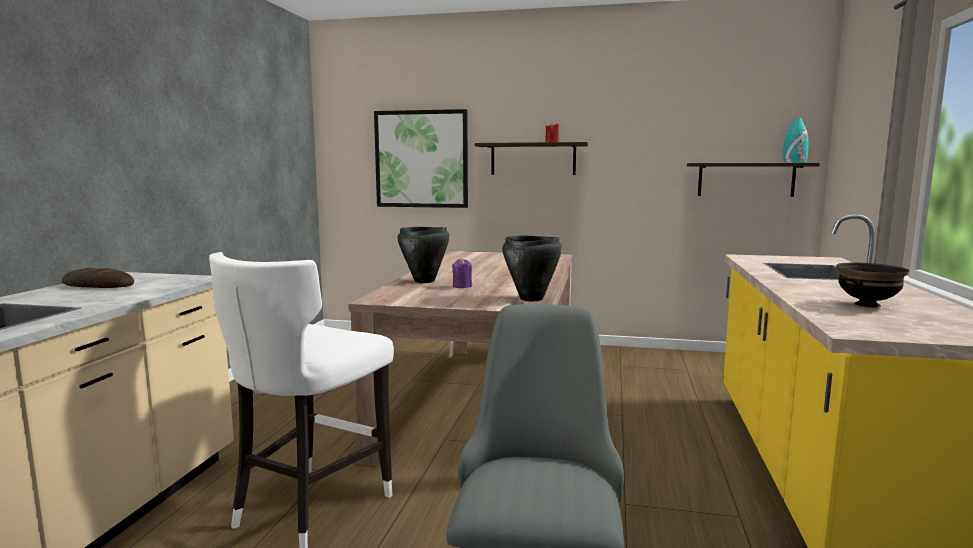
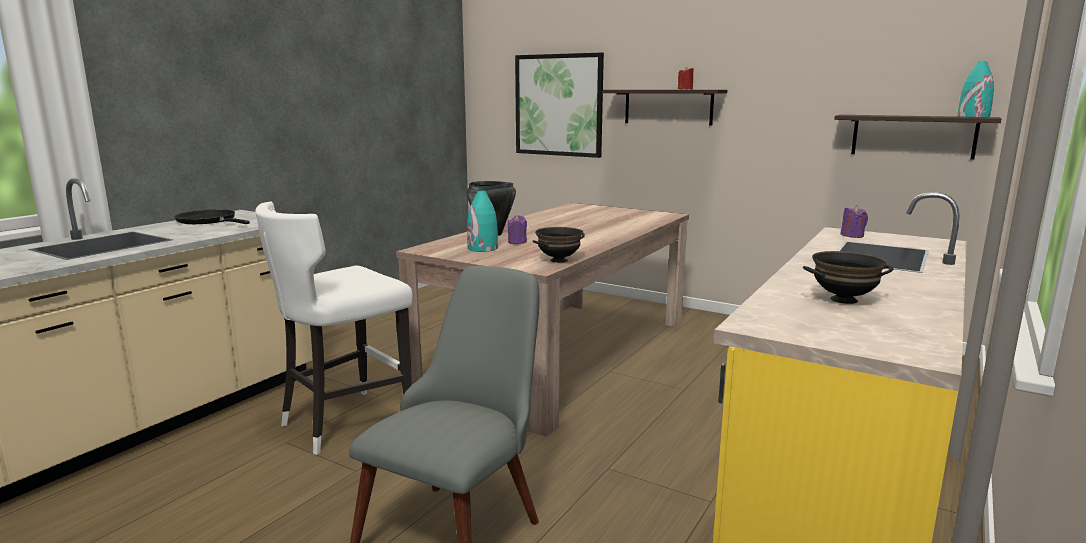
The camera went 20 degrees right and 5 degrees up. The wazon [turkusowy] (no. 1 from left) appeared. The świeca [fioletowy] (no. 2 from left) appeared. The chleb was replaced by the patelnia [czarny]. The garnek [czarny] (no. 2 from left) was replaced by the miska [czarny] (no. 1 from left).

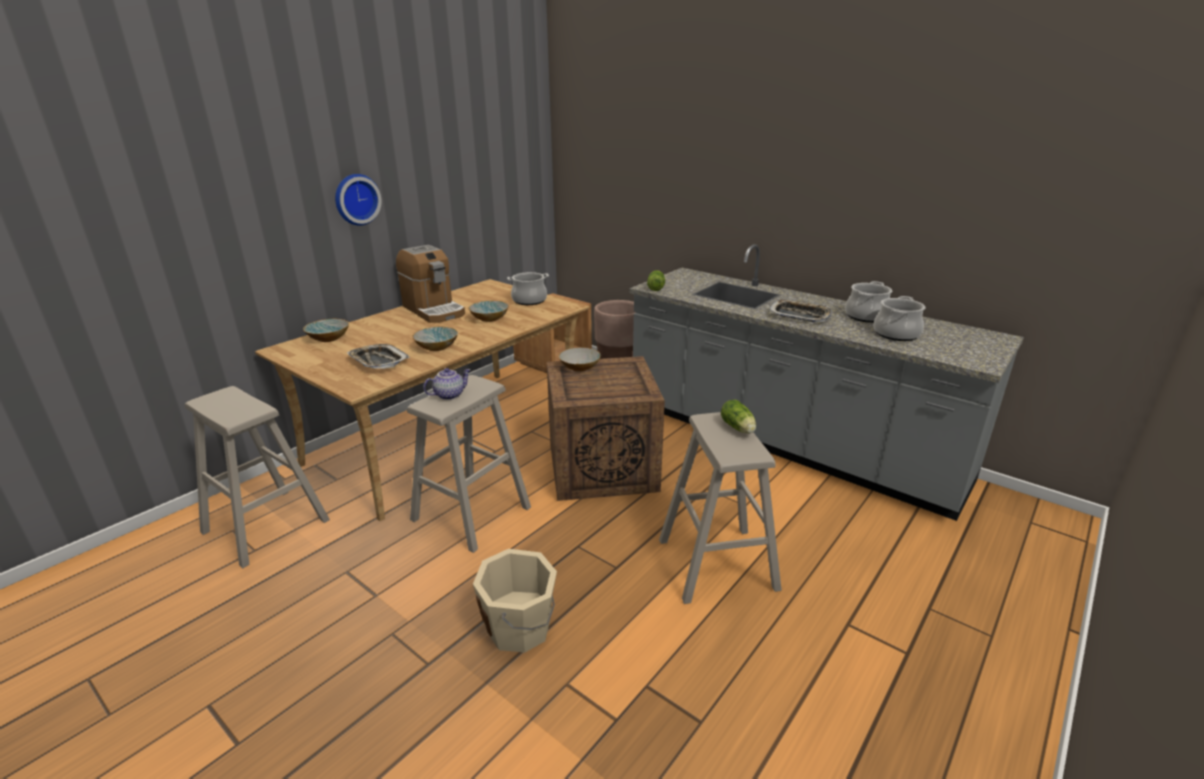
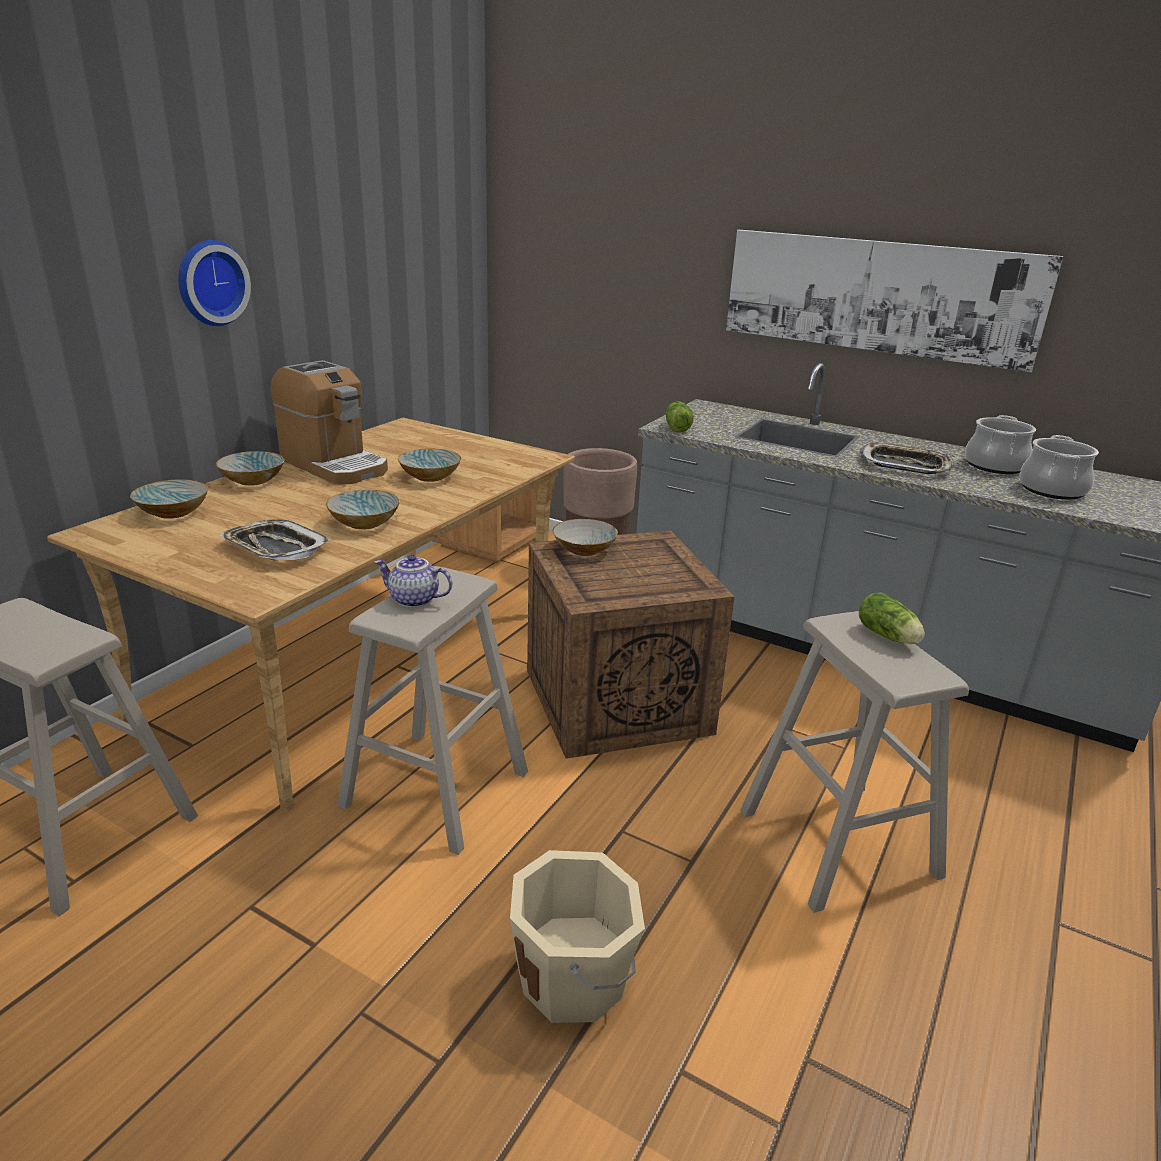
The camera went 10 degrees left and 0 degrees up. The garnek (no. 1 from left) disappeared. The miska (no. 2 from left) appeared. The obraz appeared. The imbryk turned 120 degrees counterclockwise.

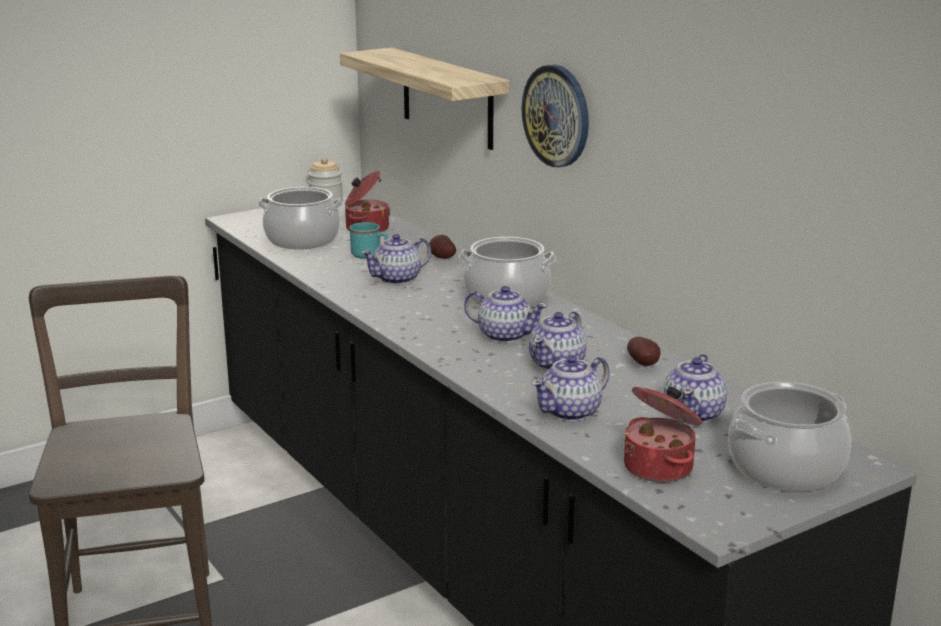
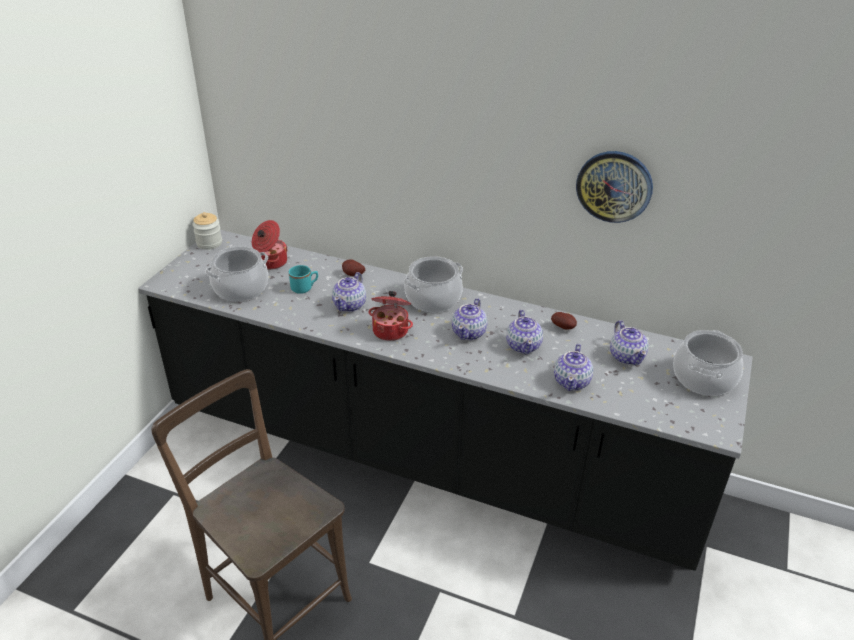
The camera went 35 degrees left and 15 degrees up. The półka disappeared. The zegar ścienny moved. The garnek (no. 4 from left in the first image) moved. The imbryk (no. 2 from left) turned 120 degrees clockwise.

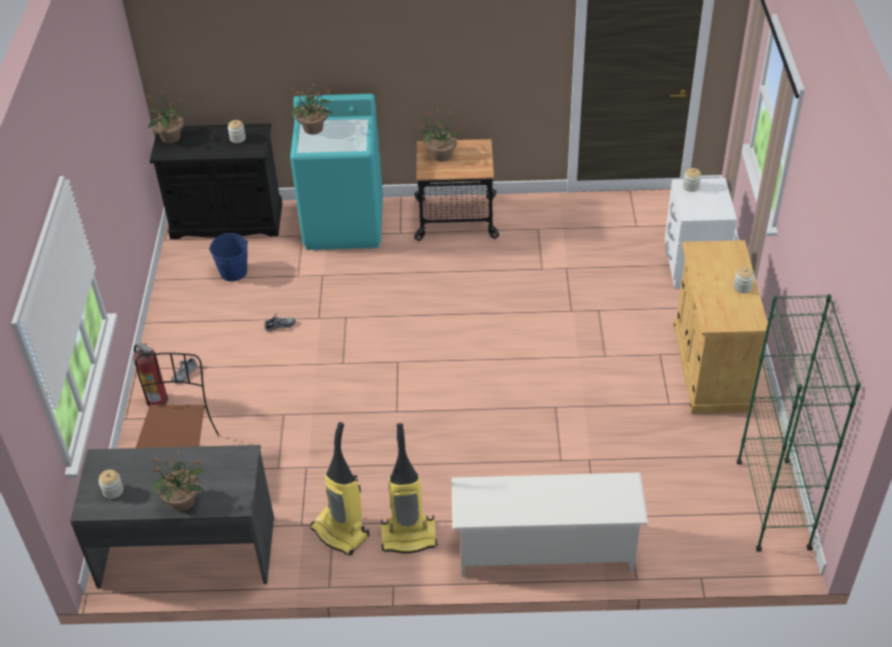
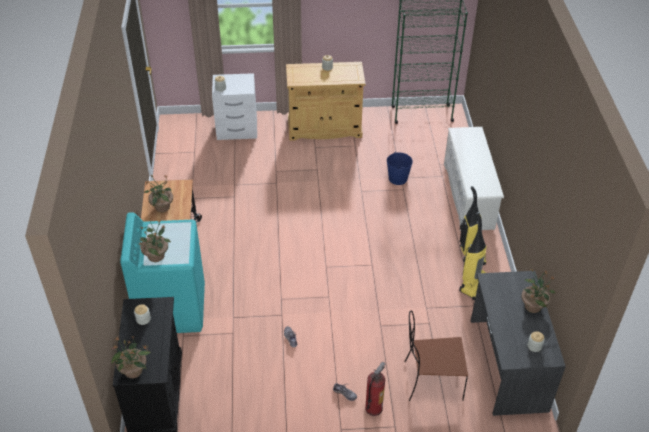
The camera went 95 degrees left and 0 degrees up. The wiadro [niebieski] moved.

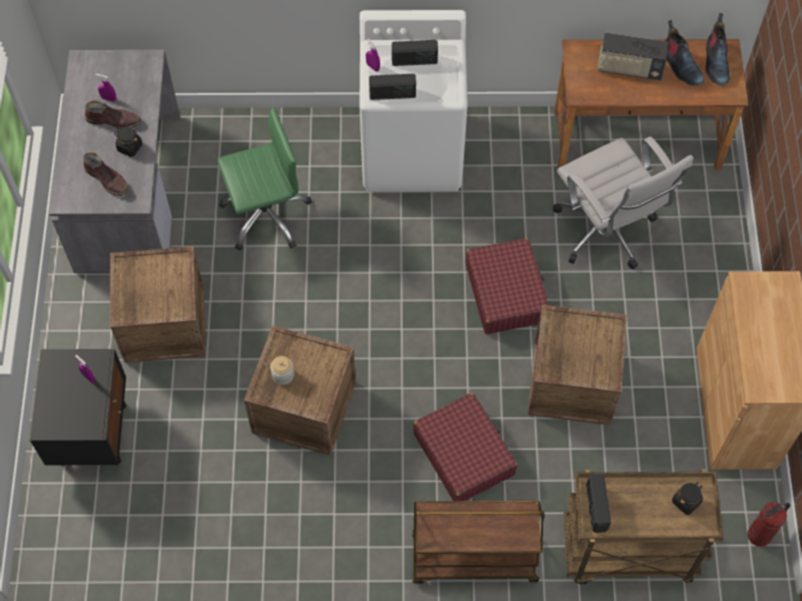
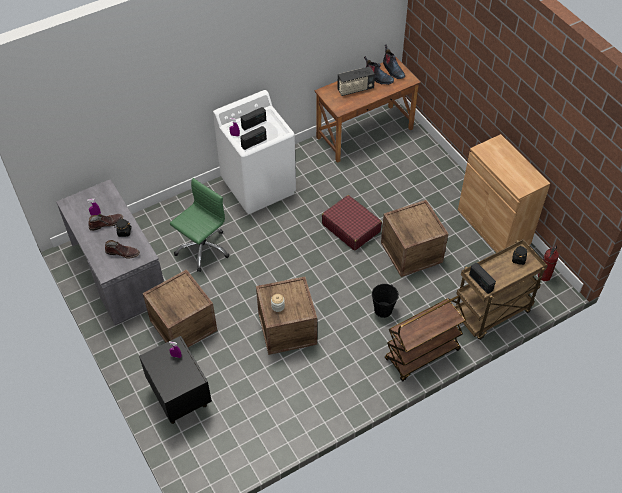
The camera went 30 degrees left and 10 degrees down. The krzesło biurowe [biały] disappeared. The walizka [czerwony] (no. 1 from left) was replaced by the wiadro [czarny].

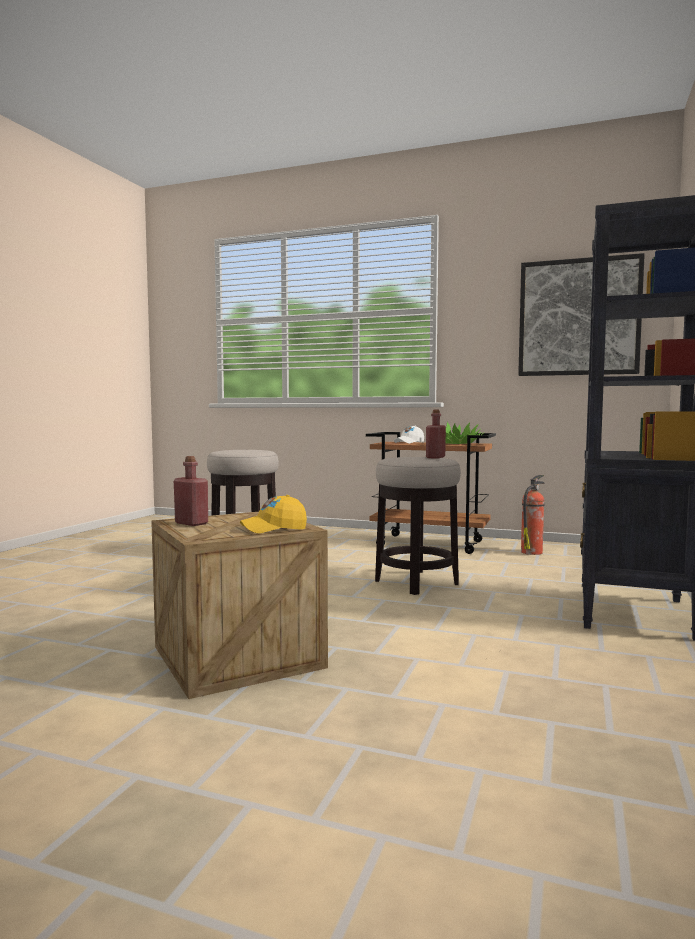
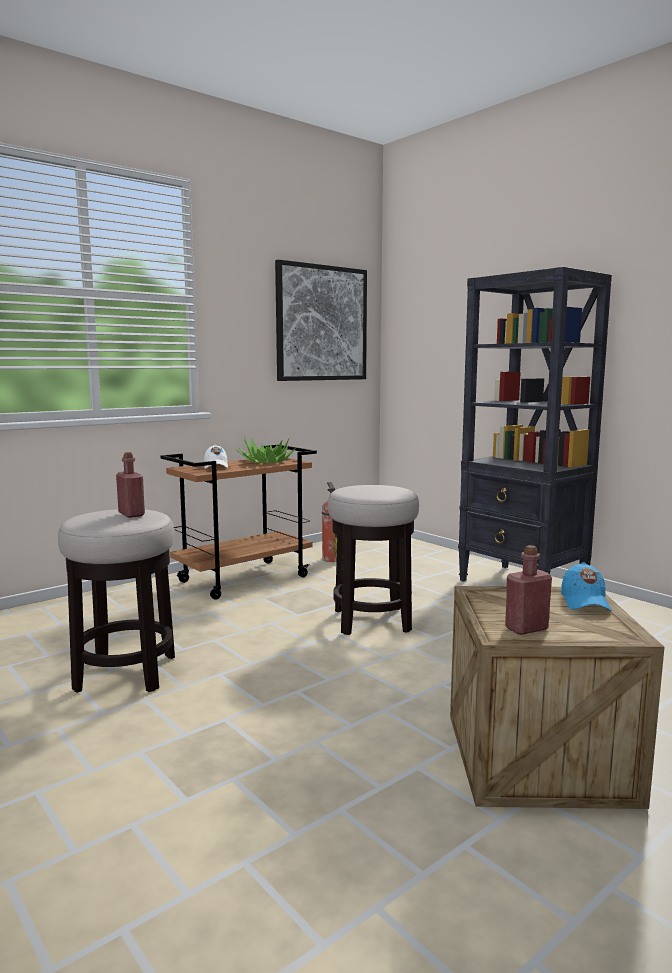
The camera went 60 degrees left and 5 degrees up. The butelka [czerwony] (no. 2 from left in the first image) moved. The czapka z daszkiem [żółty] became the czapka z daszkiem [niebieski].

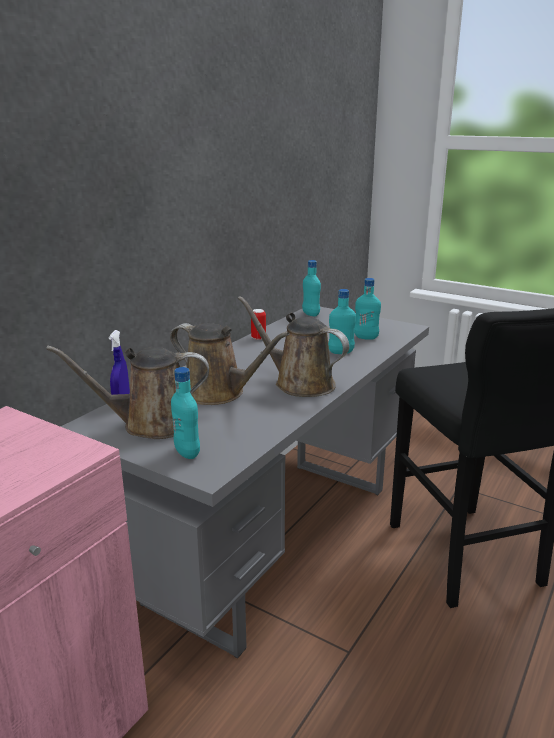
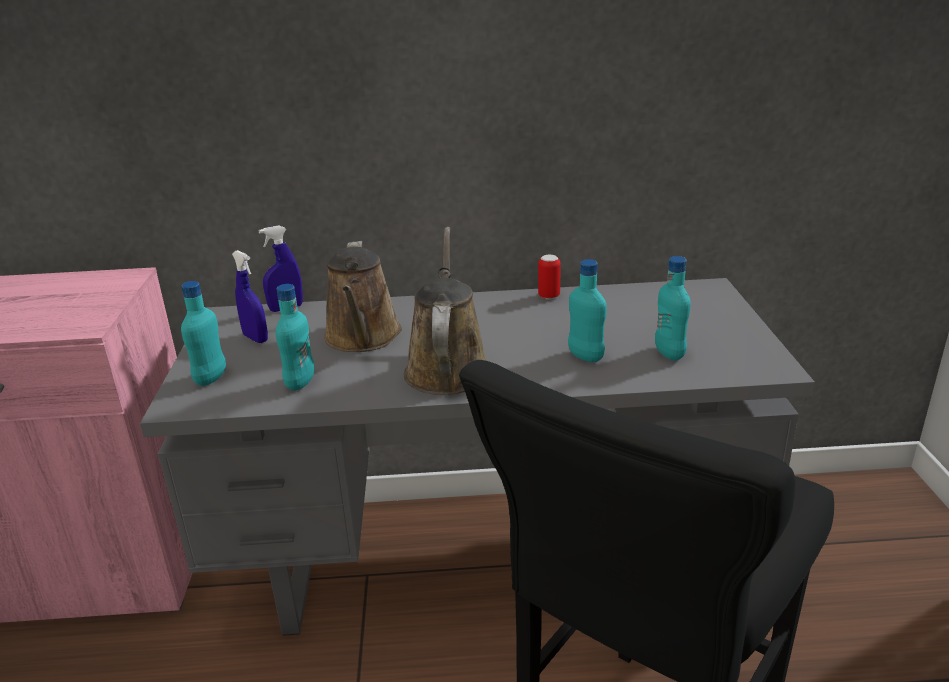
The camera went 55 degrees right and 5 degrees up. The butelka [turkusowy] (no. 2 from left) moved. The konewka [brązowy] (no. 1 from left) was replaced by the spryskiwacz [niebieski] (no. 1 from left).

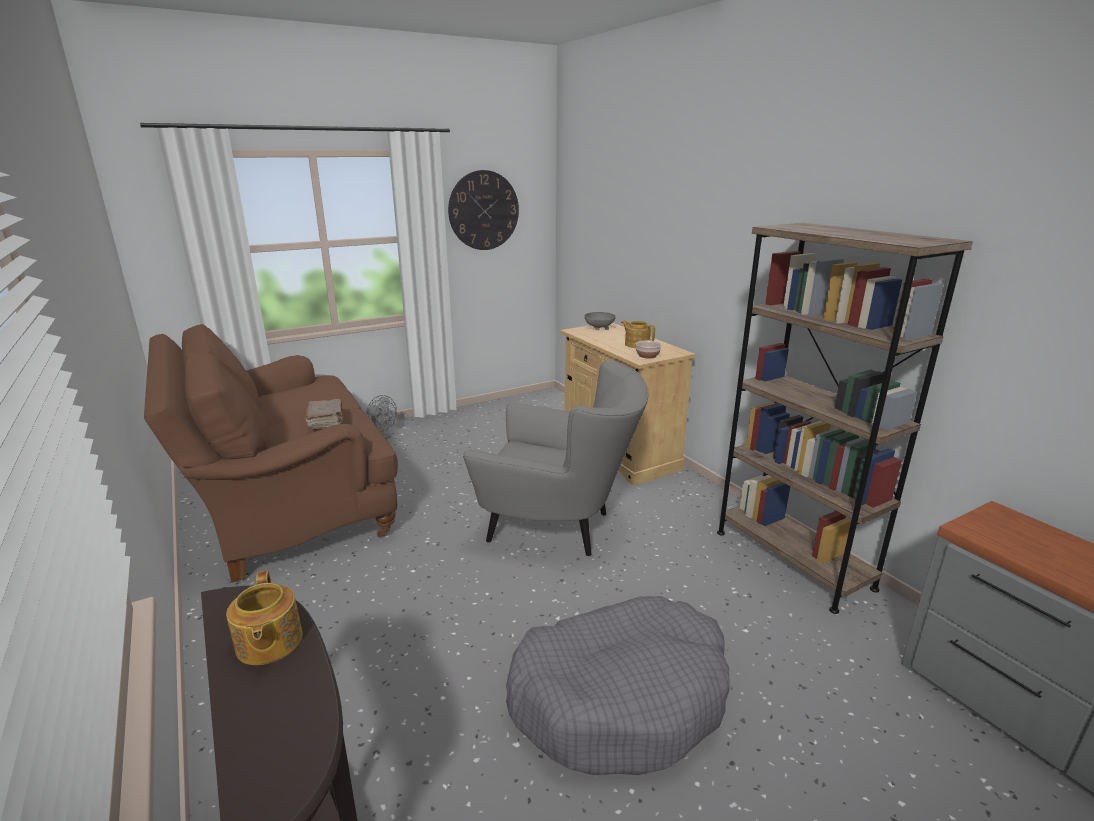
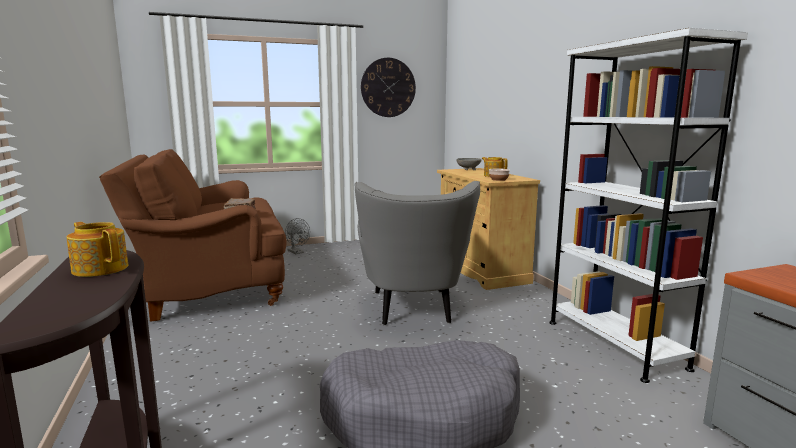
The camera went 10 degrees right and 10 degrees down. The regał [brązowy] became the regał [biały]. The imbryk (no. 1 from left) turned 135 degrees clockwise. The fotel [szary] turned 60 degrees clockwise.

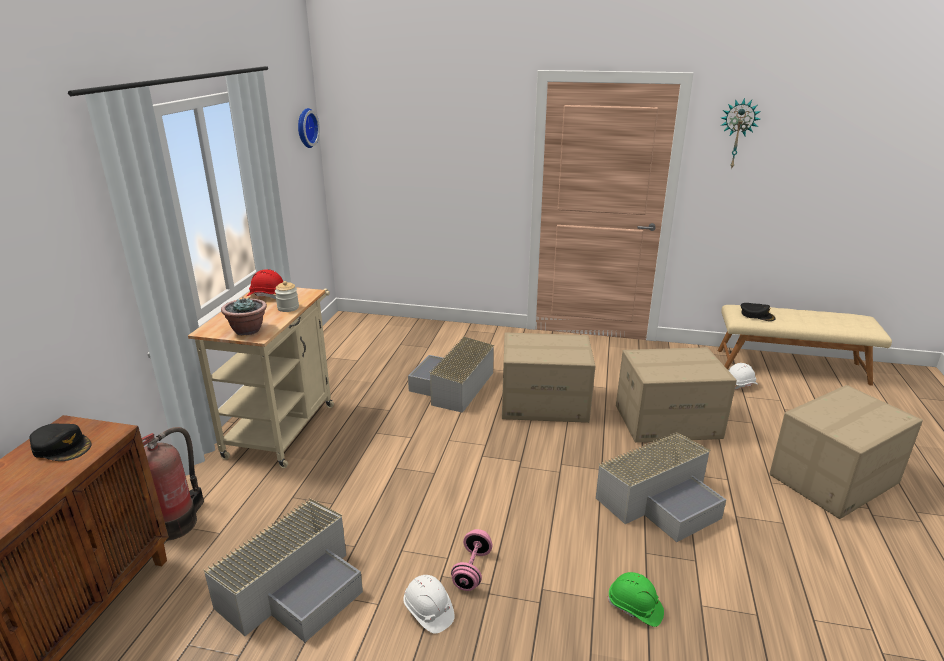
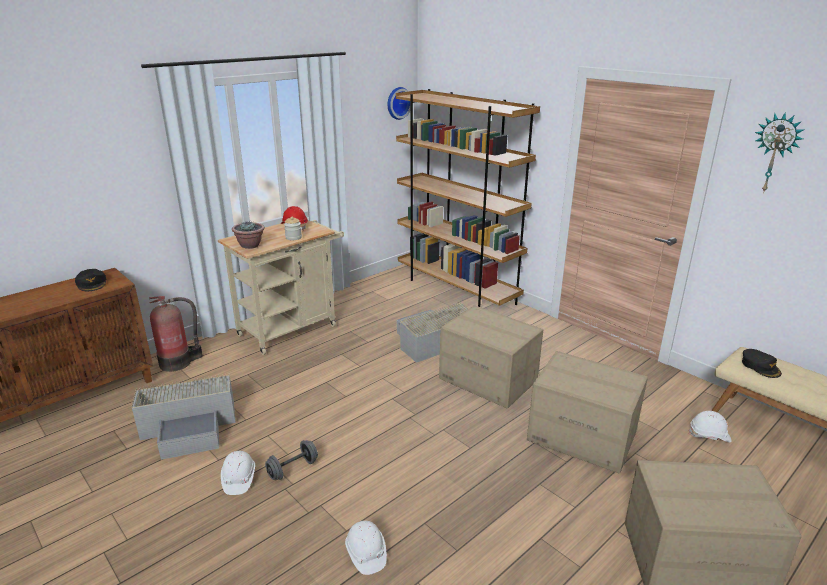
The camera went 35 degrees right and 0 degrees up. The pojemnik do przechowywania [szary] (no. 3 from left) disappeared. The regał [brązowy] appeared. The hantel [różowy] became the hantel [szary]. The kask [zielony] became the kask [biały] (no. 2 from left).

